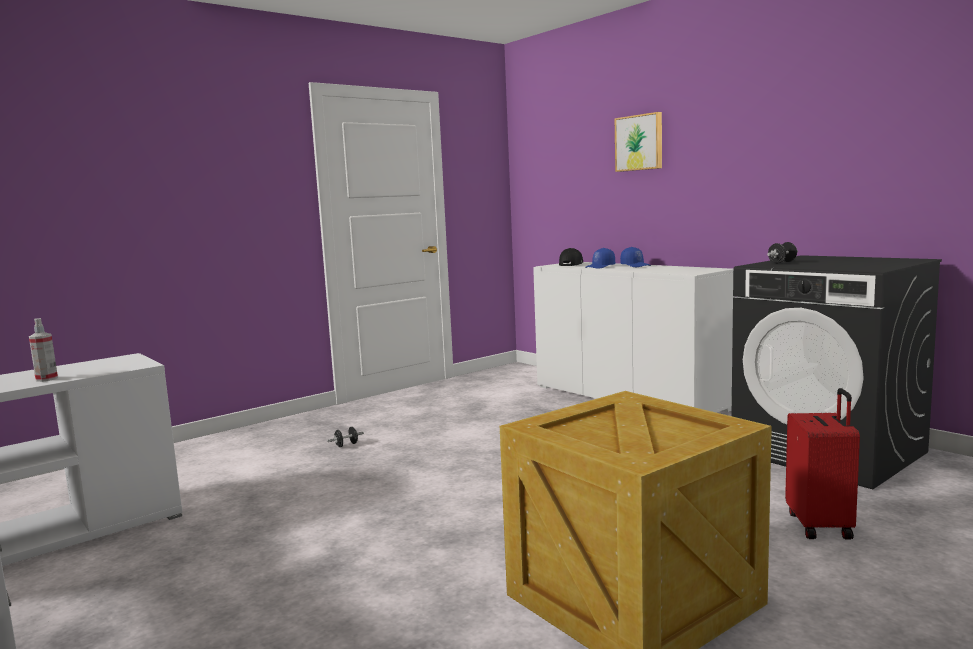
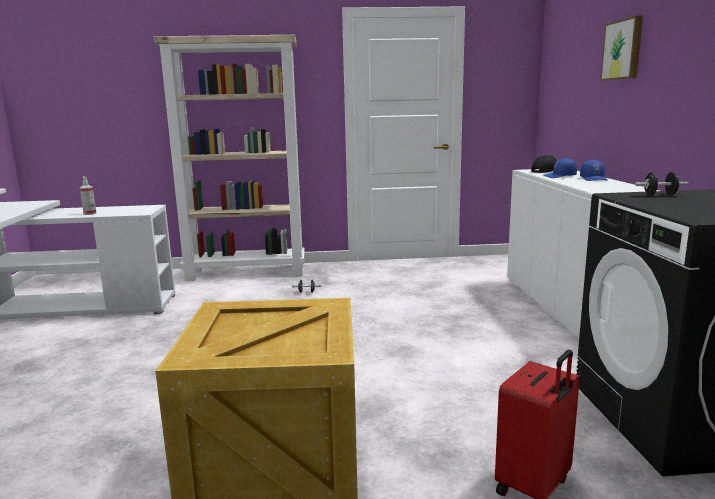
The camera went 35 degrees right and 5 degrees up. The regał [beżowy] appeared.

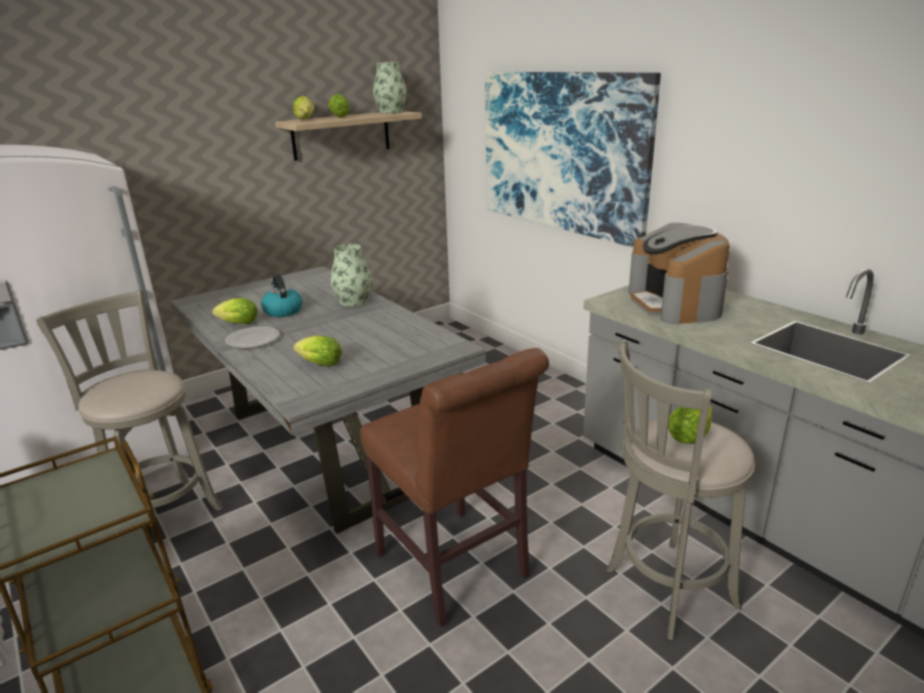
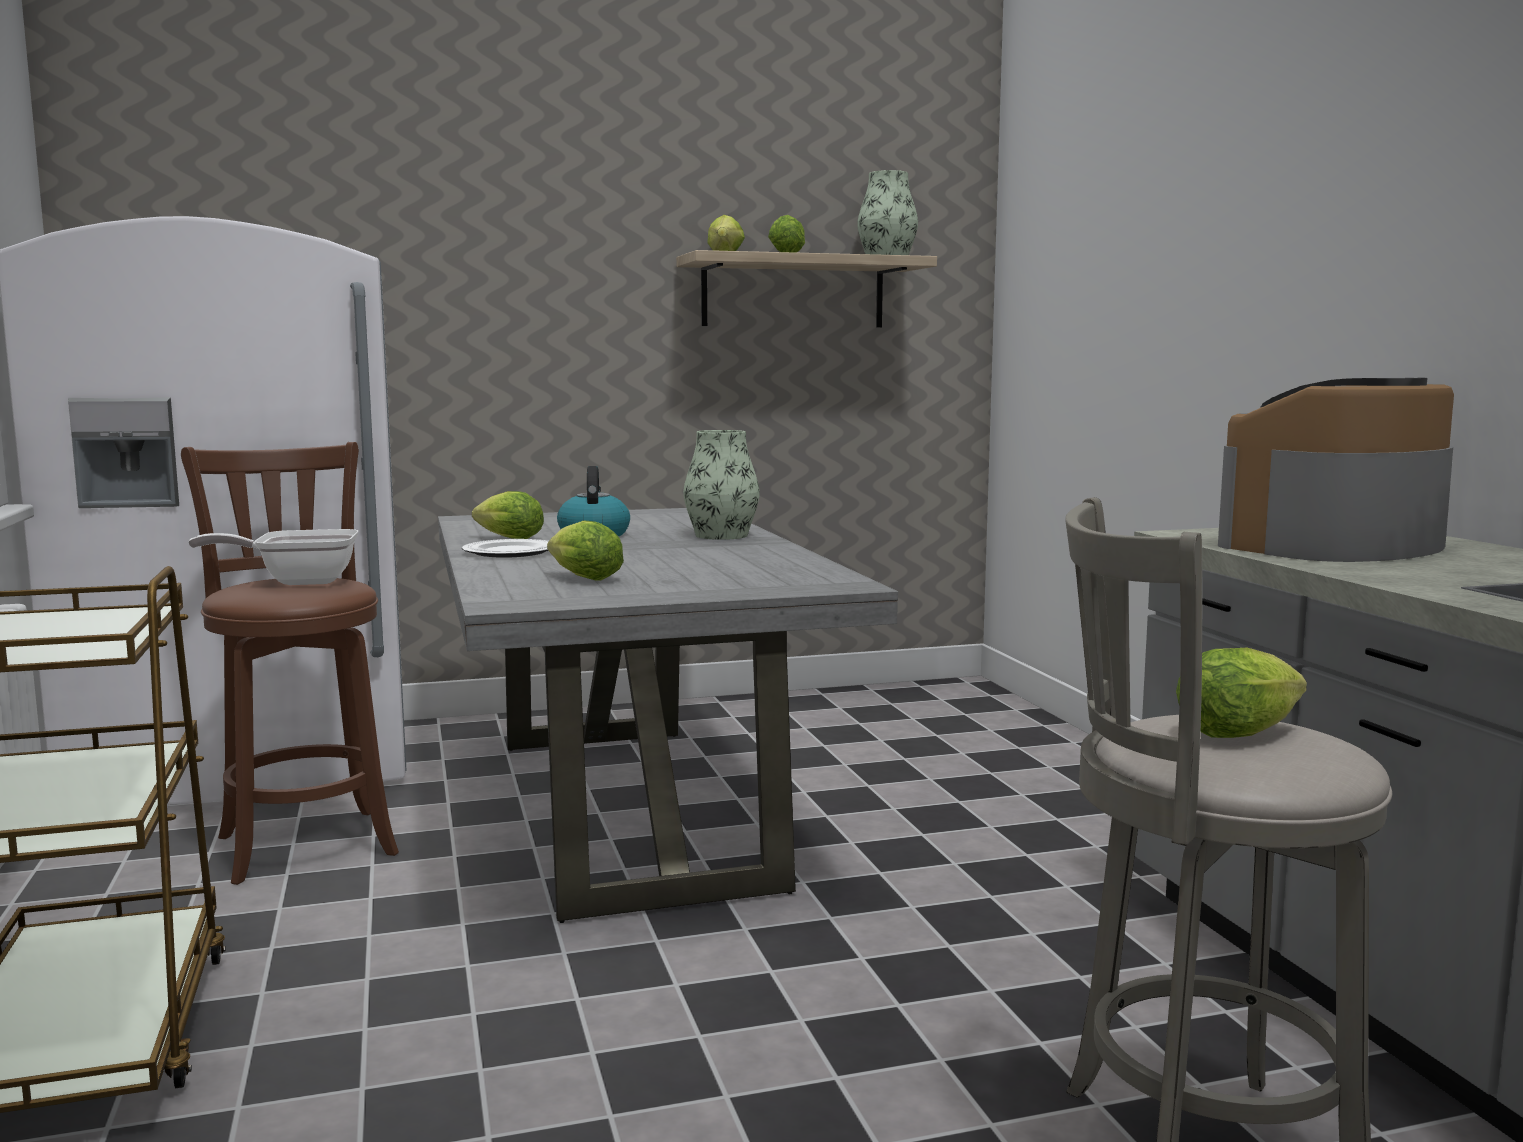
The camera went 20 degrees right and 15 degrees down. The krzesło [brązowy] disappeared. The obraz disappeared. The patelnia appeared. The stołek [szary] (no. 1 from left) became the stołek [brązowy]. The ekspres do kawy turned 45 degrees clockwise.

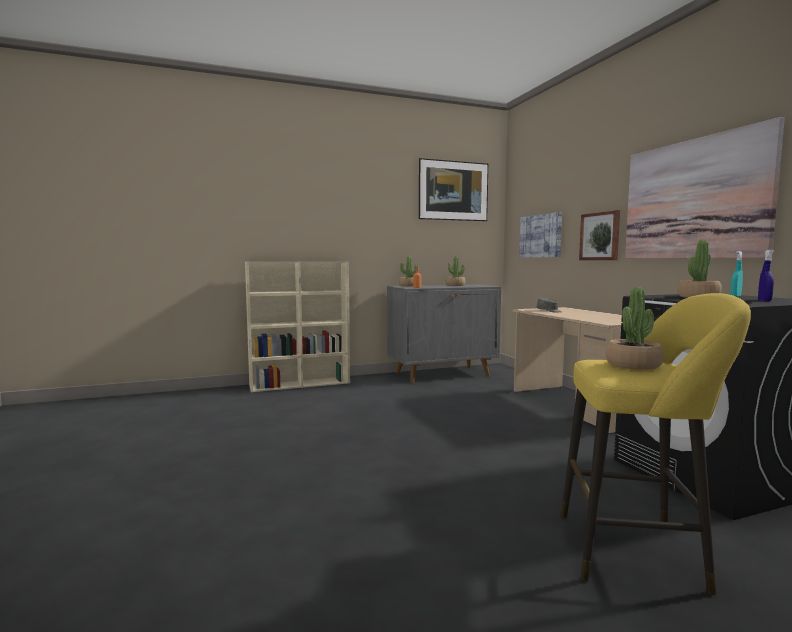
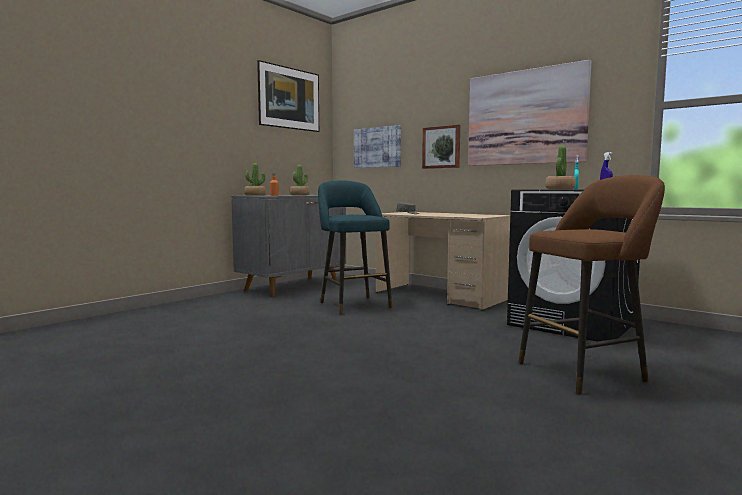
The camera went 30 degrees left and 0 degrees up. The regał [beżowy] disappeared. The roślina doniczkowa (no. 3 from left) disappeared. The stołek [turkusowy] appeared. The stołek [żółty] became the stołek [brązowy].

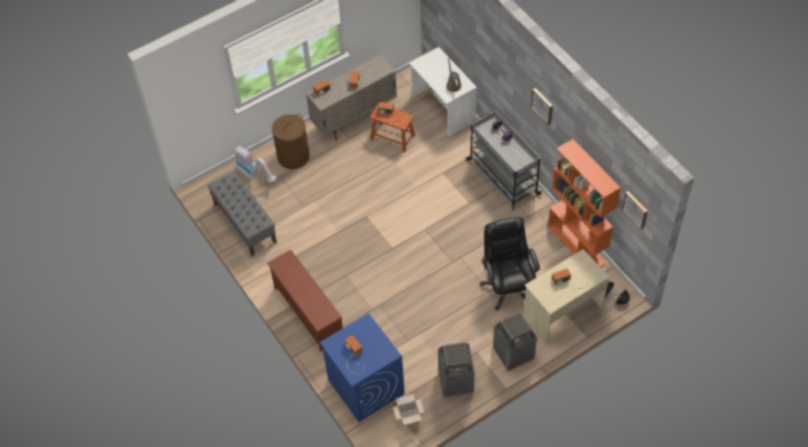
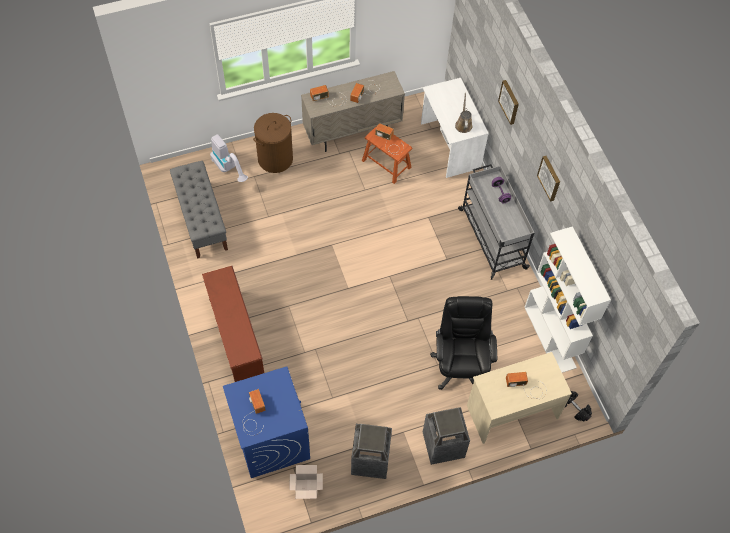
The camera went 10 degrees right and 5 degrees up. The obraz (no. 2 from left in the first image) moved. The regał [pomarańczowy] became the regał [biały].

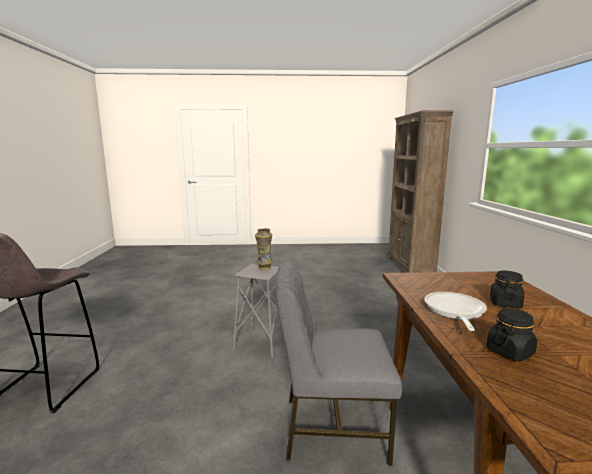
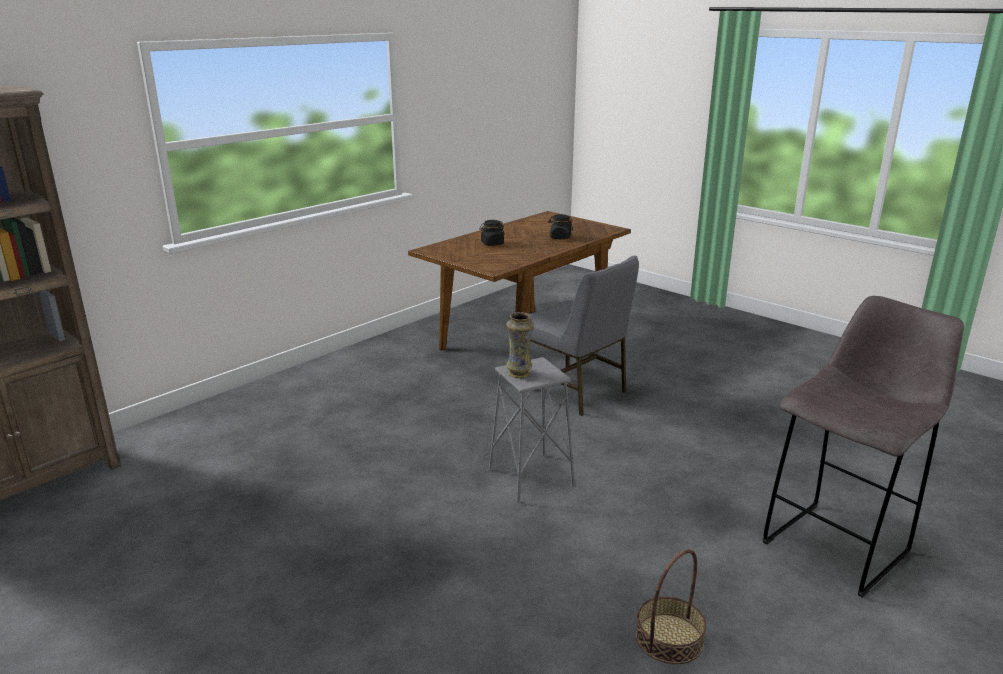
The camera went 135 degrees left and 10 degrees up. The patelnia disappeared. The koszyk appeared.

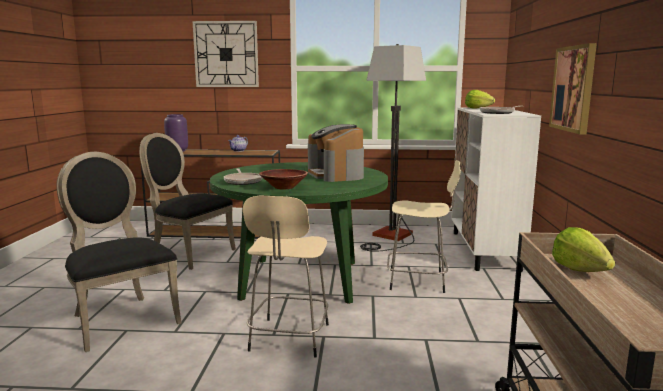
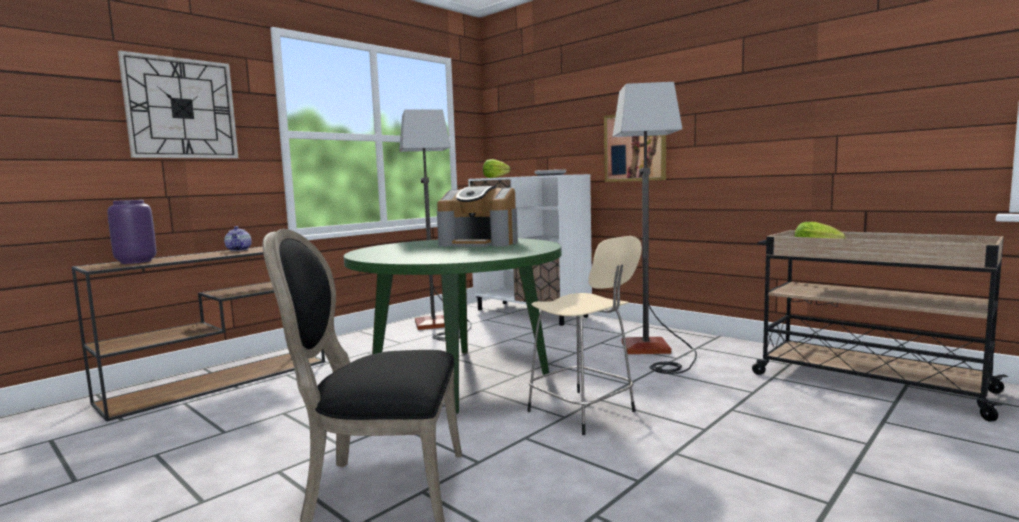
The camera went 50 degrees left and 5 degrees down. The krzesło [czarny] (no. 2 from left) disappeared. The patelnia (no. 1 from left) disappeared. The miska [brązowy] disappeared. The stołek [beżowy] (no. 2 from left) disappeared. The lampa stojąca (no. 2 from left) appeared.

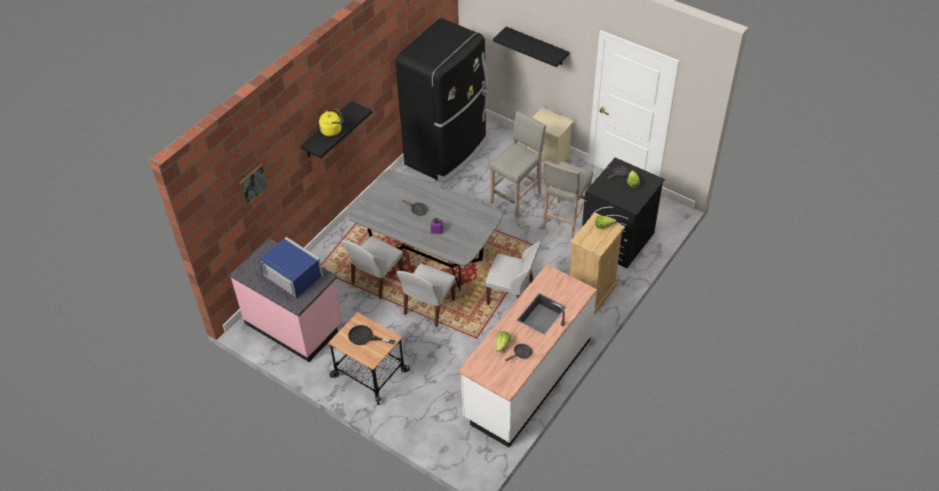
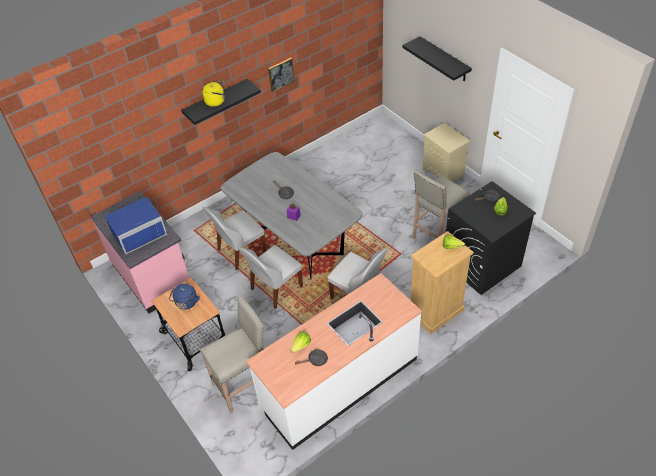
The camera went 20 degrees right and 0 degrees up. The lodówka [czarny] disappeared. The obraz moved. The stołek [beżowy] (no. 1 from left) moved. The patelnia [czarny] (no. 1 from left) was replaced by the czajnik [niebieski]. The mikrofalówka [niebieski] turned 90 degrees clockwise.

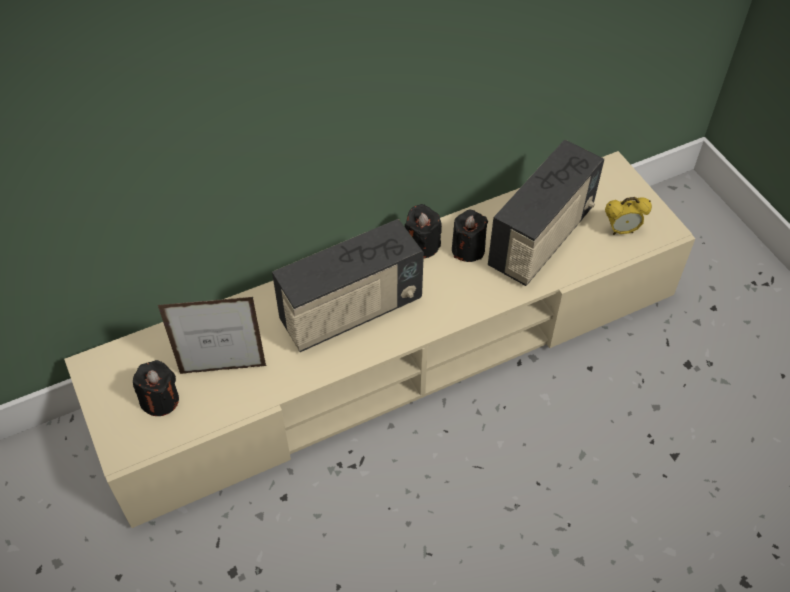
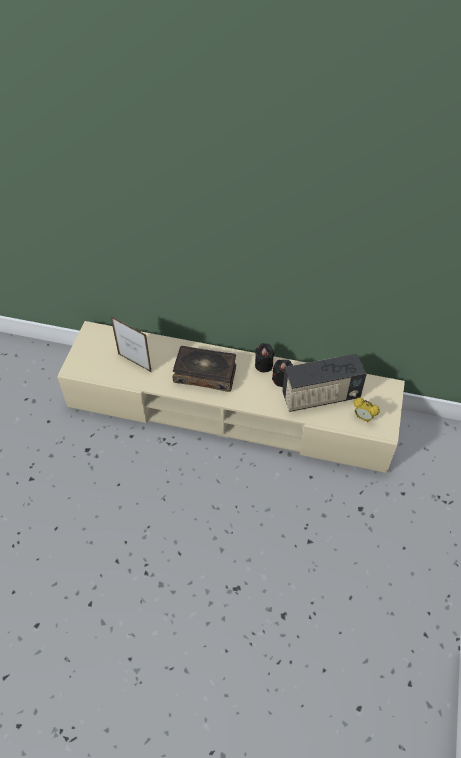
The camera went 40 degrees right and 0 degrees up. The świeca [czarny] (no. 1 from left) disappeared. The radio (no. 1 from left) was replaced by the książka.

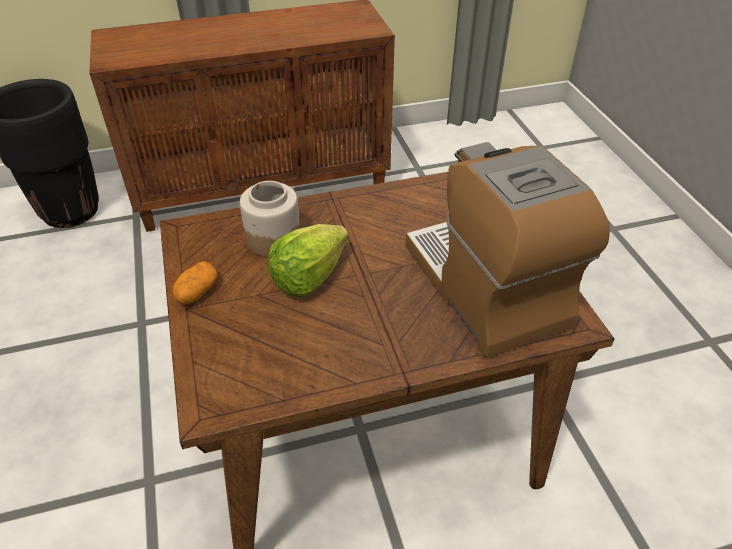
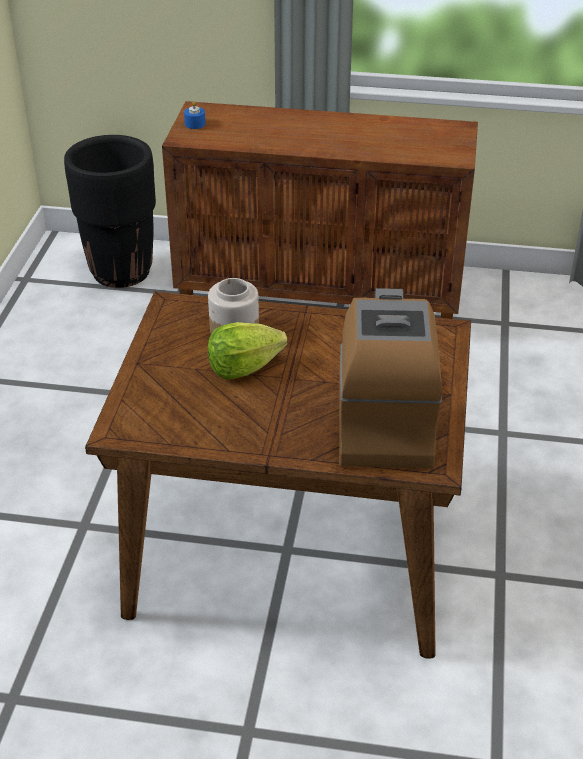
The camera went 25 degrees right and 5 degrees down. The ziemniak disappeared. The świeca [niebieski] appeared.

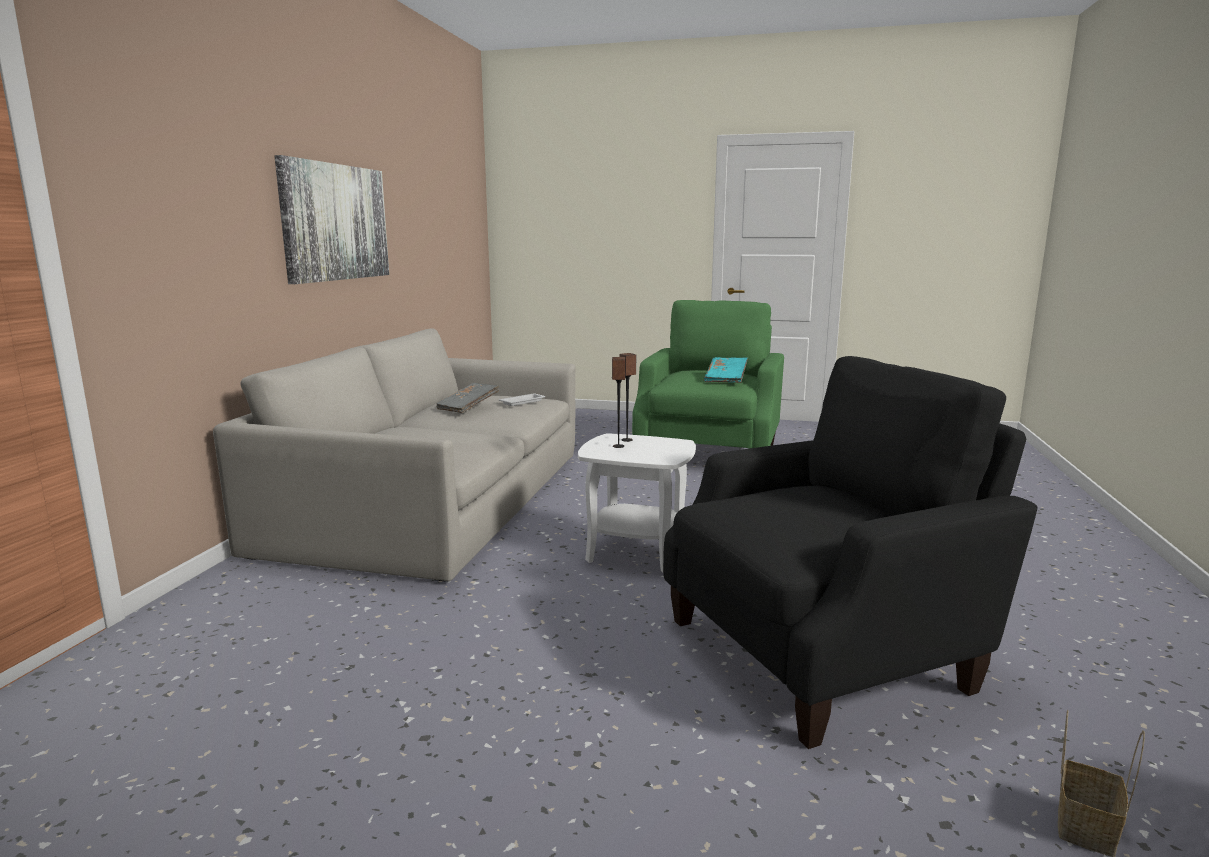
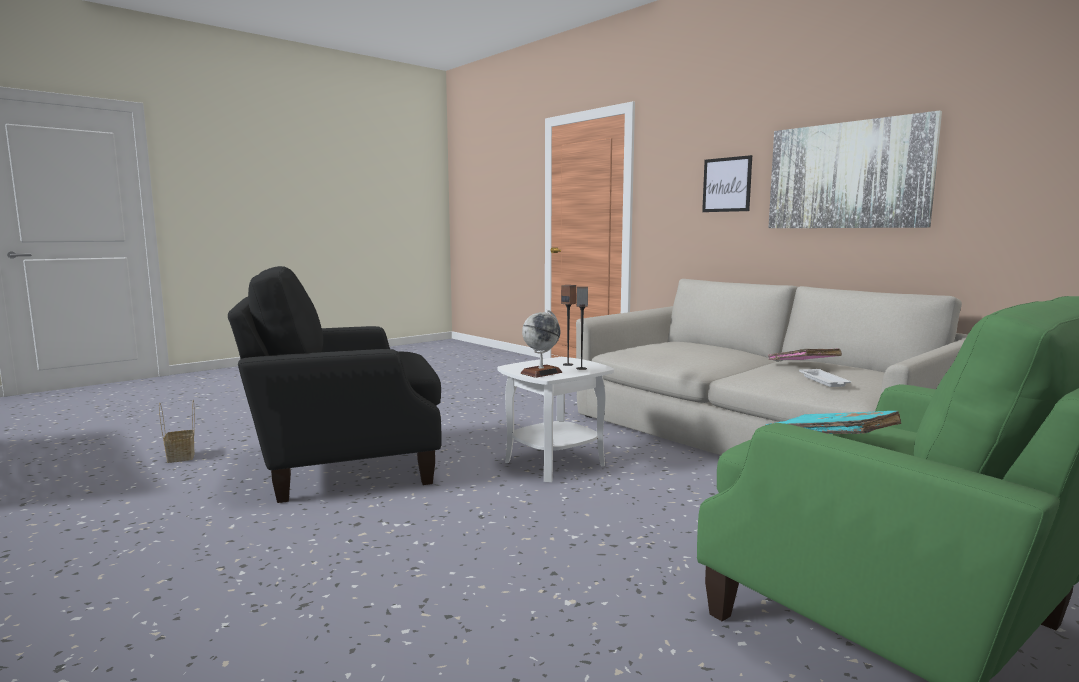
The camera went 125 degrees right and 5 degrees down. The globus appeared. The obraz (no. 1 from left) appeared. The książka [szary] became the książka [różowy]. The fotel [czarny] turned 60 degrees clockwise.

